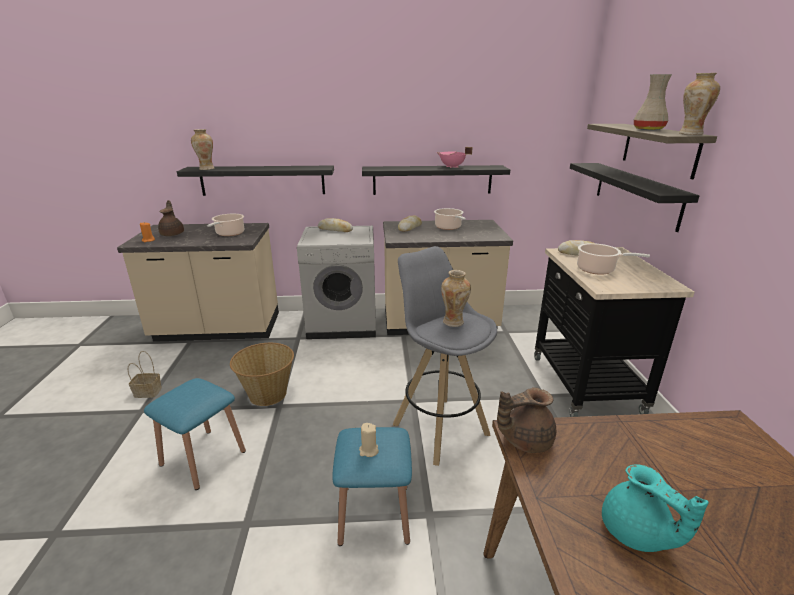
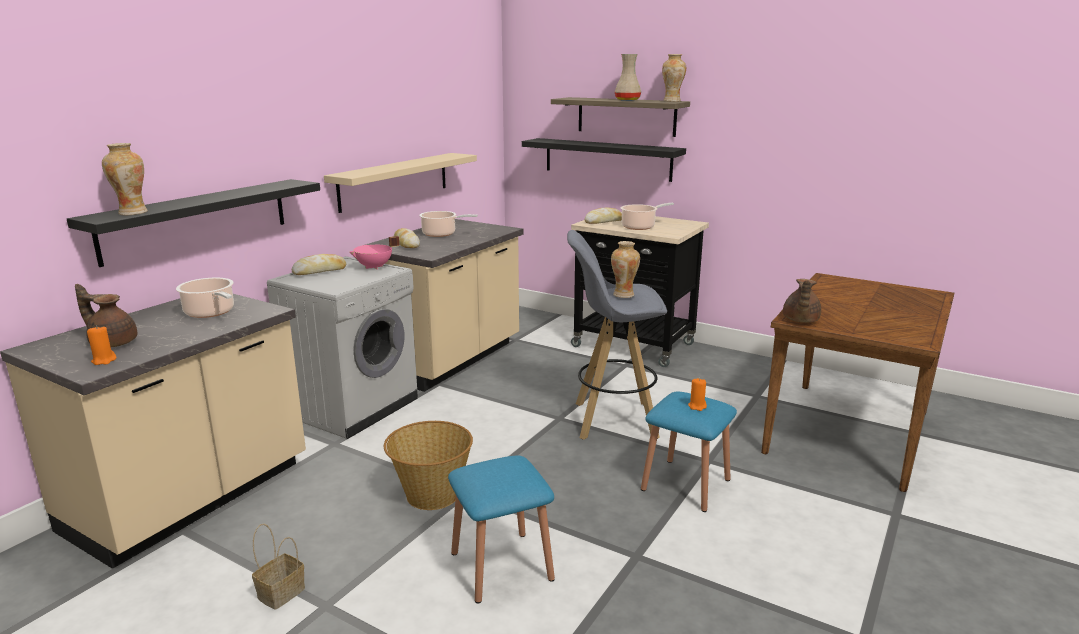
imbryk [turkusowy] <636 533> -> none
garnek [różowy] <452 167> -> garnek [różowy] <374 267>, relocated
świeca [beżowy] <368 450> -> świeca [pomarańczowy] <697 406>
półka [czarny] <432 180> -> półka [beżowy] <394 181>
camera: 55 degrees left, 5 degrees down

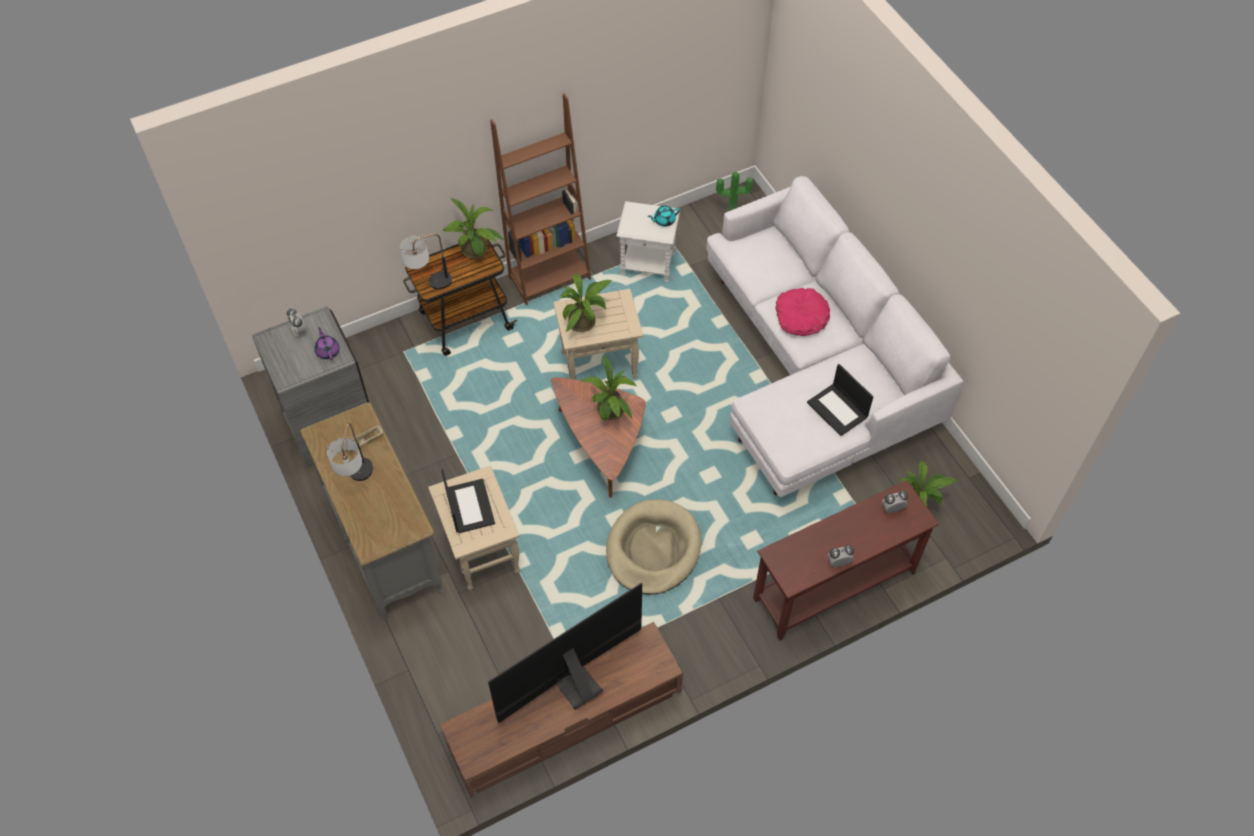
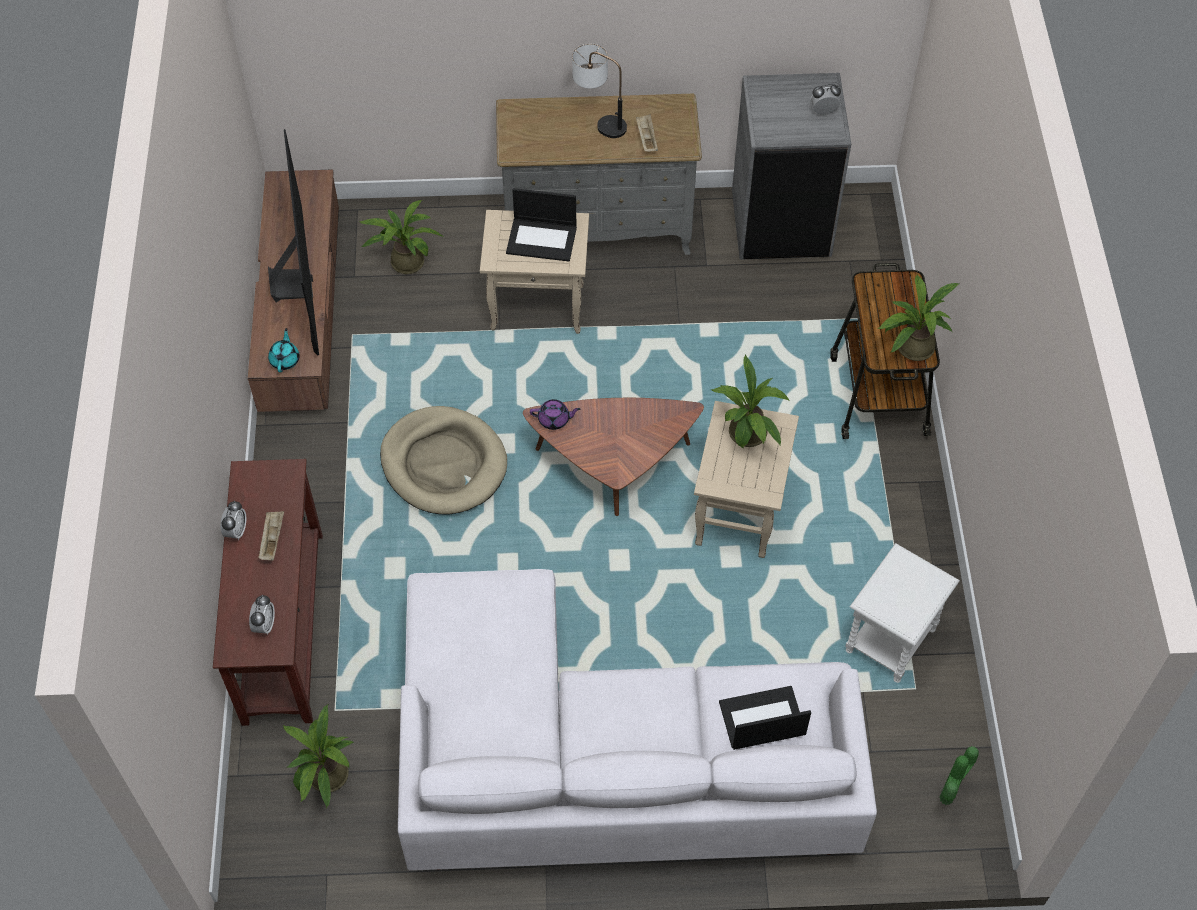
lampa stołowa <429 284> -> none
regał [brązowy] <549 277> -> none
poduszka [różowy] <802 317> -> none
none -> taca [beżowy] <272 539>
imbryk [fioletowy] <328 351> -> imbryk [fioletowy] <554 420>, relocated
roślina doniczkowa <610 413> -> roślina doniczkowa <404 261>, relocated
imbryk [turkusowy] <664 220> -> imbryk [turkusowy] <285 359>, relocated
laptop <838 410> -> laptop <761 720>, relocated
camera: 115 degrees right, 0 degrees up

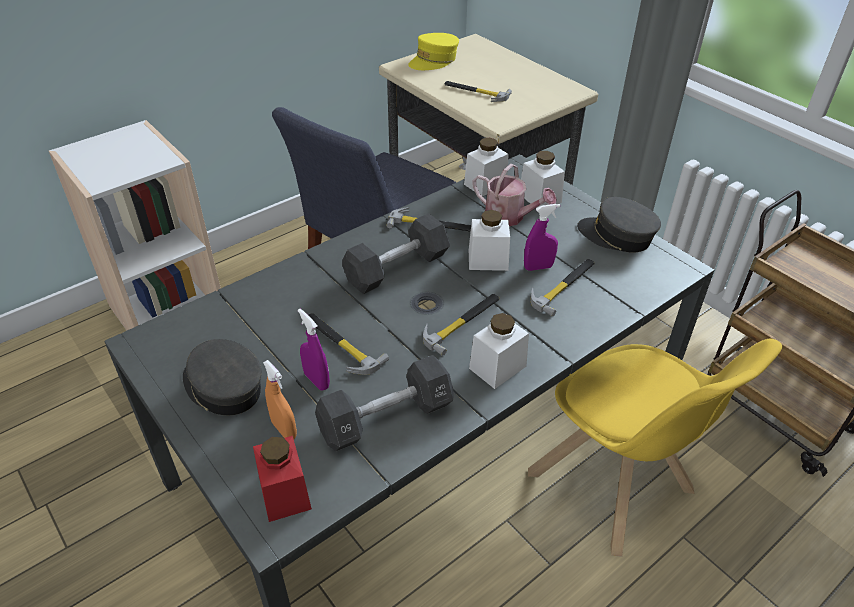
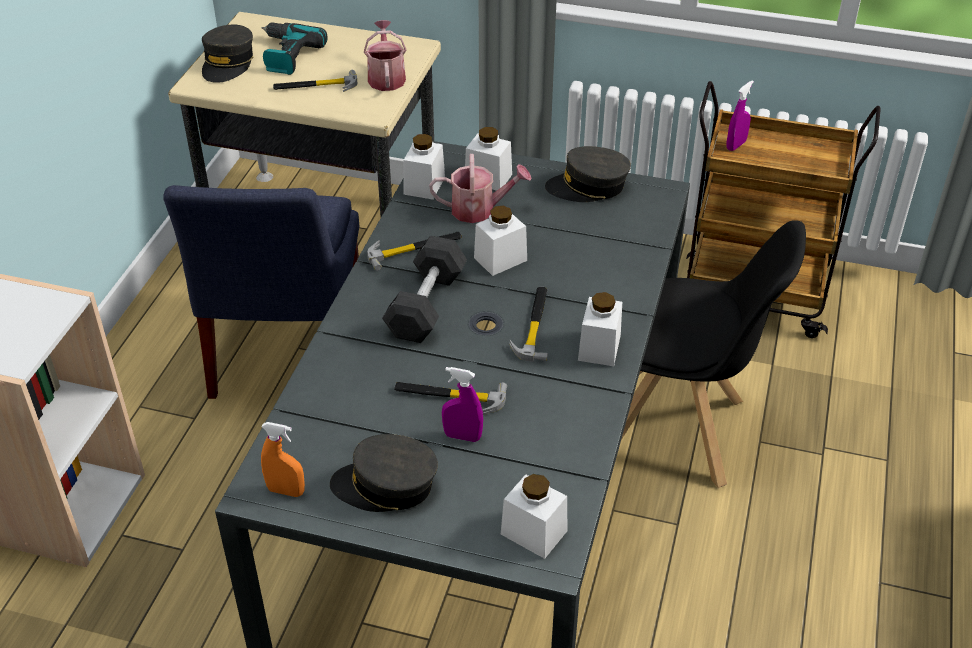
hantel [czarny] <386 418> -> none
młotek <563 286> -> none
none -> wiertarka <286 55>
none -> konewka <386 77>
spryskiwacz [pomarańczowy] <284 430> -> spryskiwacz [pomarańczowy] <286 491>, relocated
spryskiwacz [fioletowy] <538 267> -> spryskiwacz [fioletowy] <736 145>, relocated
słoik [czerwony] <285 493> -> słoik [biały] <534 532>
czapka z daszkiem [żółty] <434 60> -> czapka z daszkiem [szary] <228 63>
krzesło [żółty] <616 487> -> krzesło [czarny] <679 431>
camera: 35 degrees left, 0 degrees up

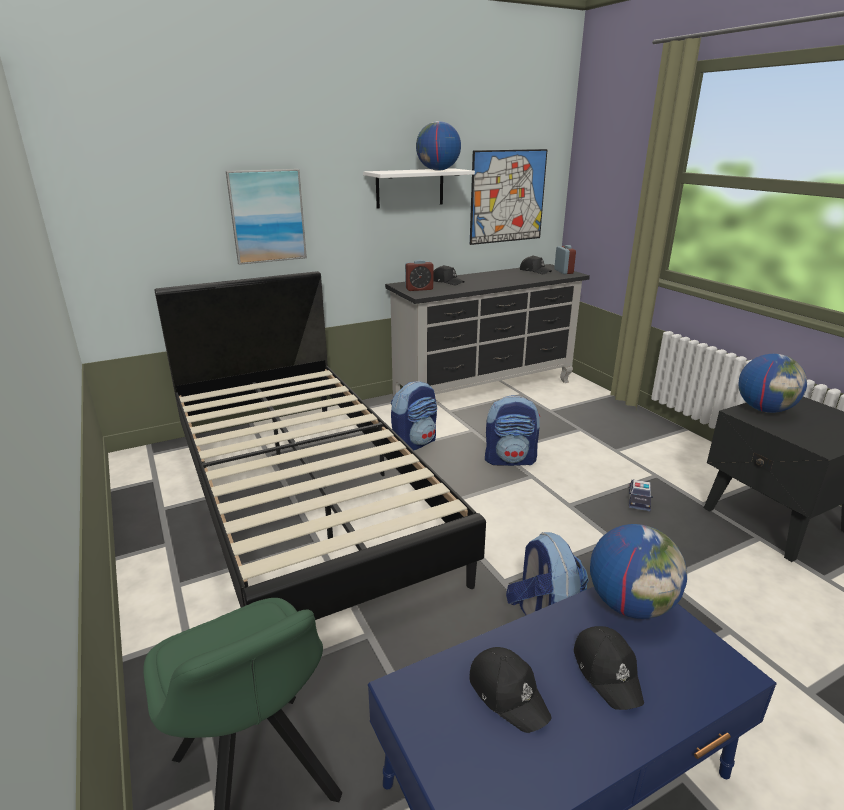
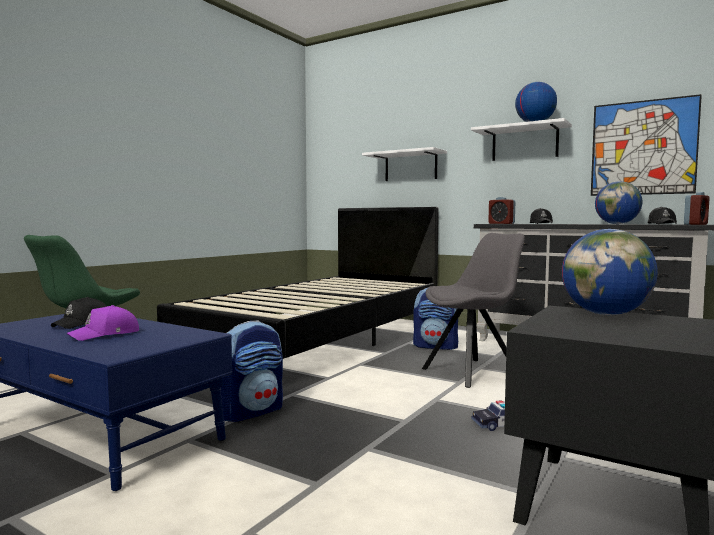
globus <630 604> -> globus <617 224>, relocated
obraz <267 216> -> półka [biały] <410 166>
plecak <510 460> -> krzesło [szary] <472 372>
czapka z daszkiem [czarny] <608 671> -> czapka z daszkiem [fioletowy] <106 334>
camera: 60 degrees right, 20 degrees down

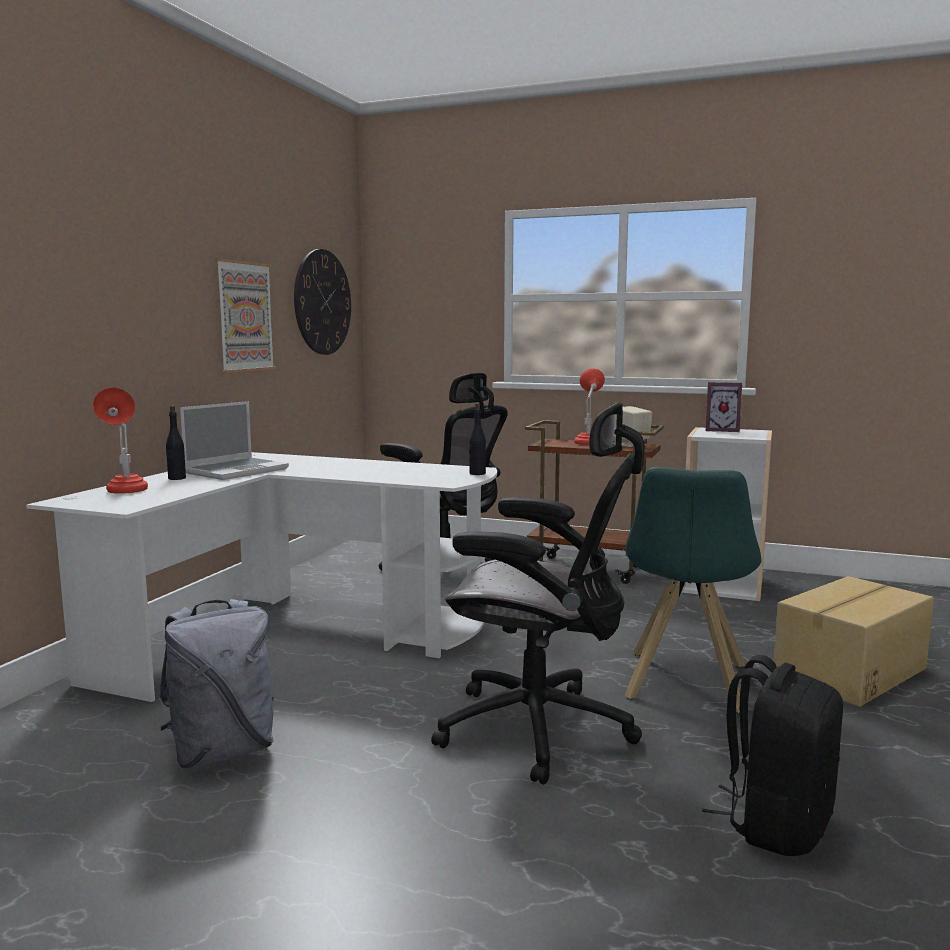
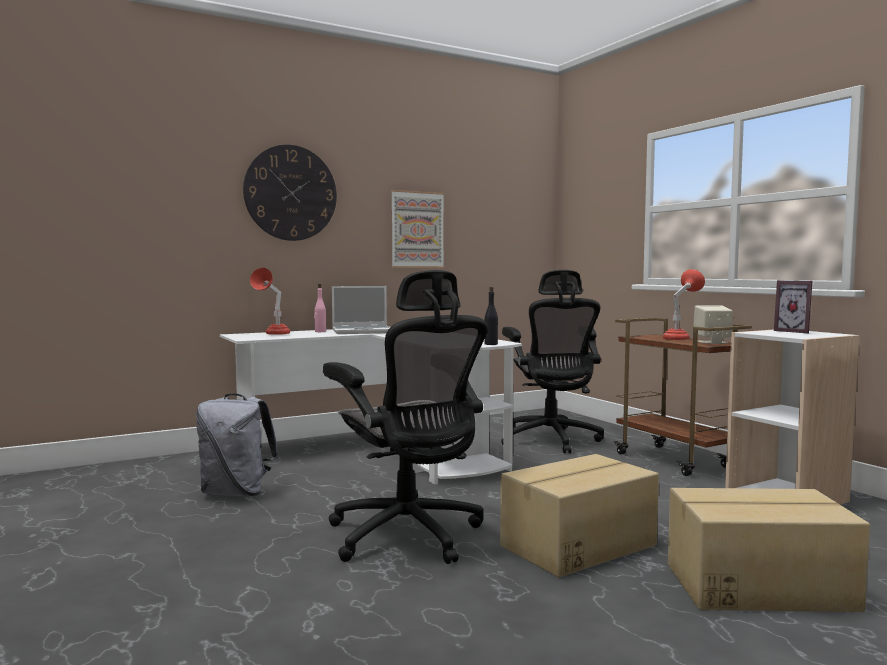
plecak [czarny] <776 824> -> none
zegar ścienny <322 302> -> zegar ścienny <290 193>, relocated
krzesło [turkusowy] <685 681> -> karton <576 545>
butelka [czarny] <176 478> -> butelka [różowy] <320 331>
camera: 40 degrees right, 5 degrees down

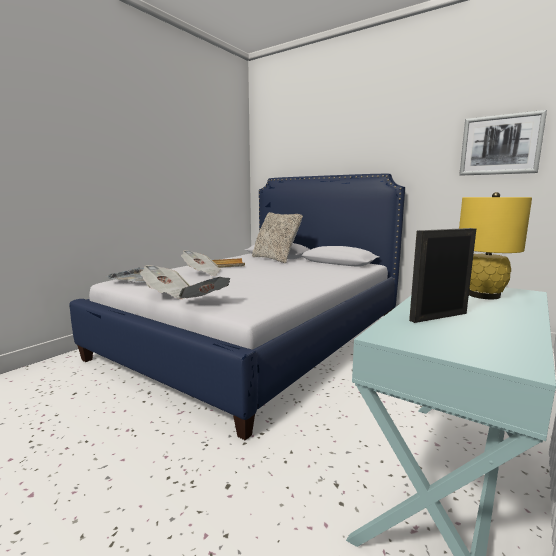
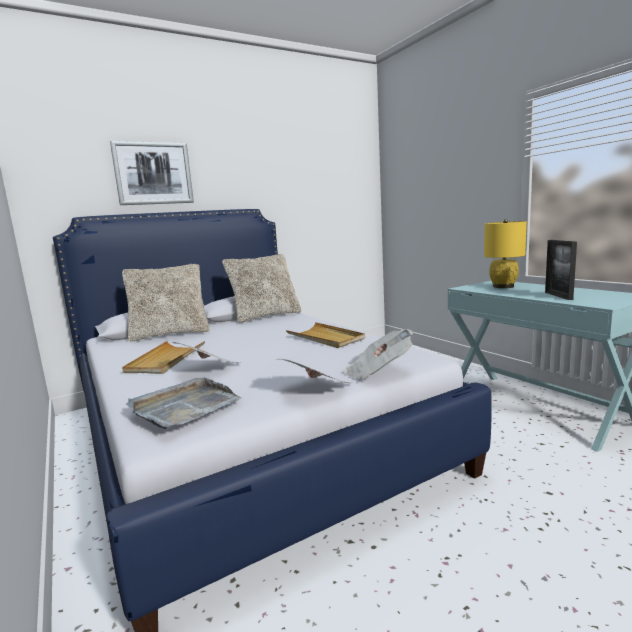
none -> poduszka [beżowy] <265 315>
none -> taca [beżowy] <325 338>
obraz <500 145> -> obraz <153 173>, relocated
camera: 65 degrees left, 0 degrees up

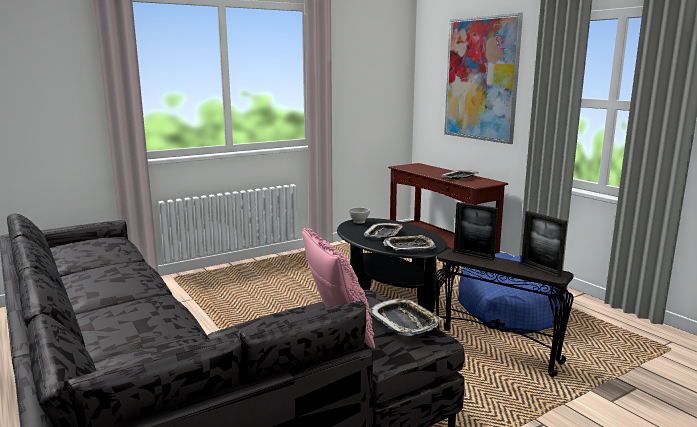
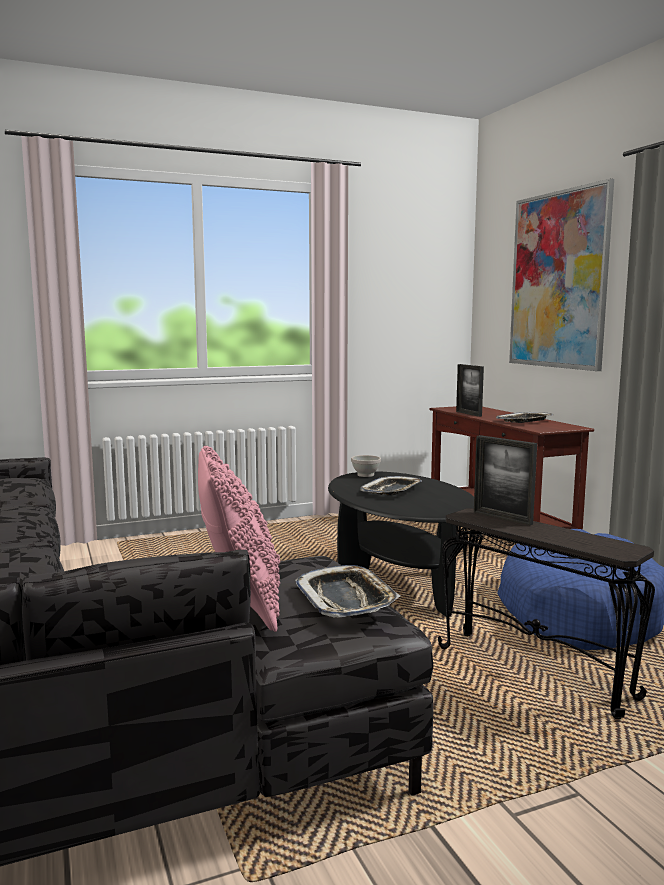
taca <409 247> -> none
ramka na zdjęcie <540 269> -> ramka na zdjęcie <468 414>, relocated
camera: 10 degrees right, 5 degrees down

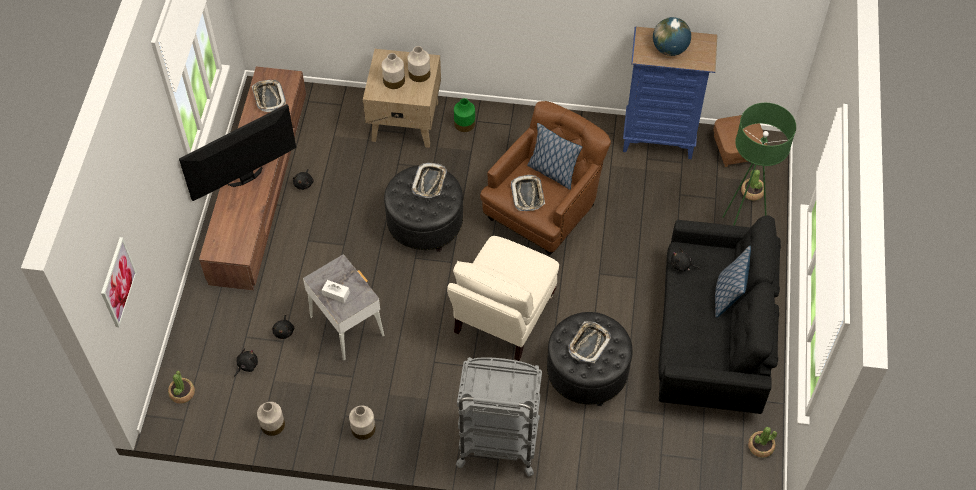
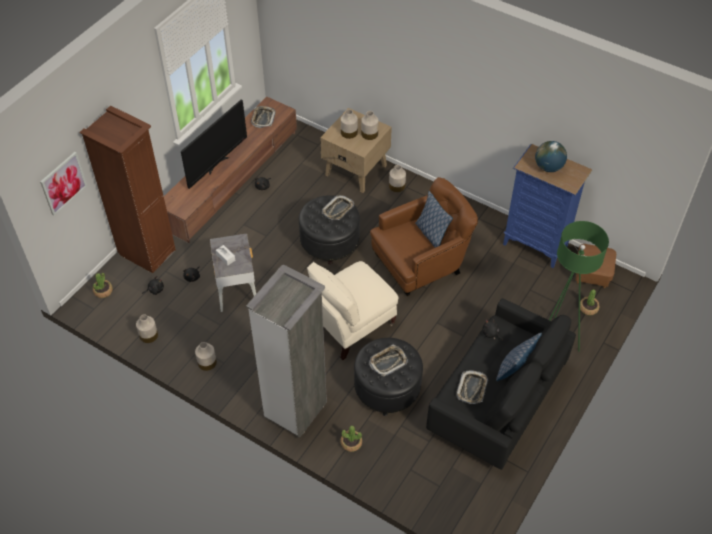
none -> szafka [brązowy] <147 252>
taca <528 195> -> taca <472 389>, relocated
roślina doniczkowa <760 446> -> roślina doniczkowa <351 443>, relocated
wózek [szary] <499 441> -> szafka [szary] <296 410>
wazon [zielony] <464 124> -> wazon [beżowy] <396 186>
telewizor <246 178> -> telewizor <217 164>, 135 degrees clockwise
camera: 25 degrees right, 5 degrees down

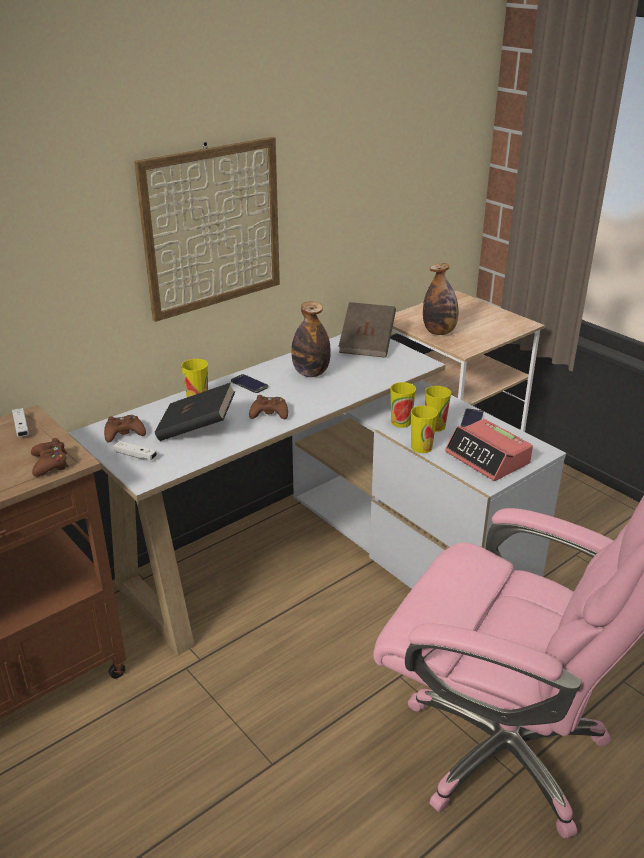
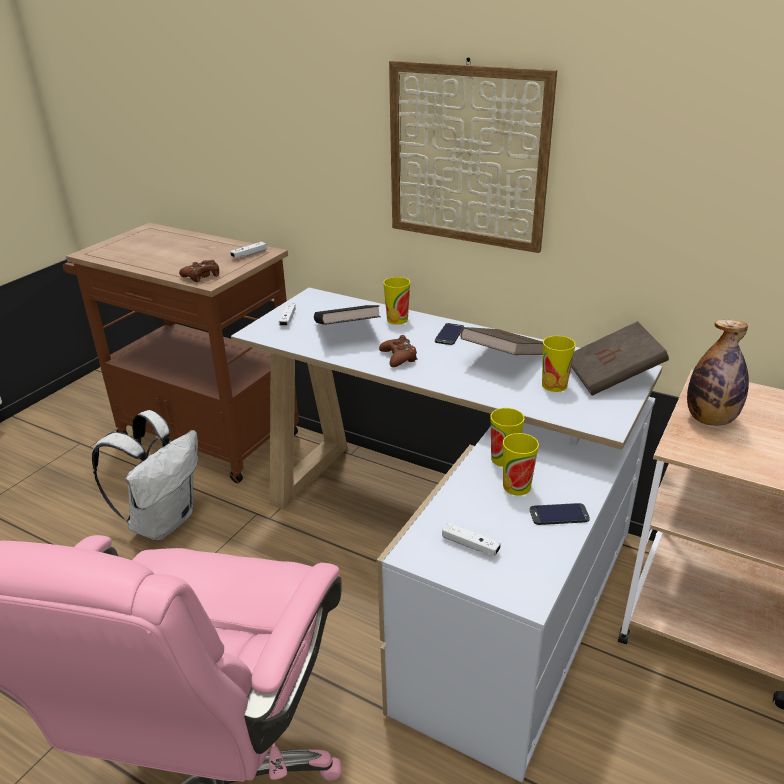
pad do gier [brązowy] <124 434> -> none
none -> plecak [biały] <163 521>
filiżanka <421 447> -> filiżanka <554 385>, relocated
butelka <311 373> -> książka [brązowy] <503 359>
budzik <488 458> -> pad do gier [biały] <470 545>
camera: 70 degrees right, 0 degrees up

